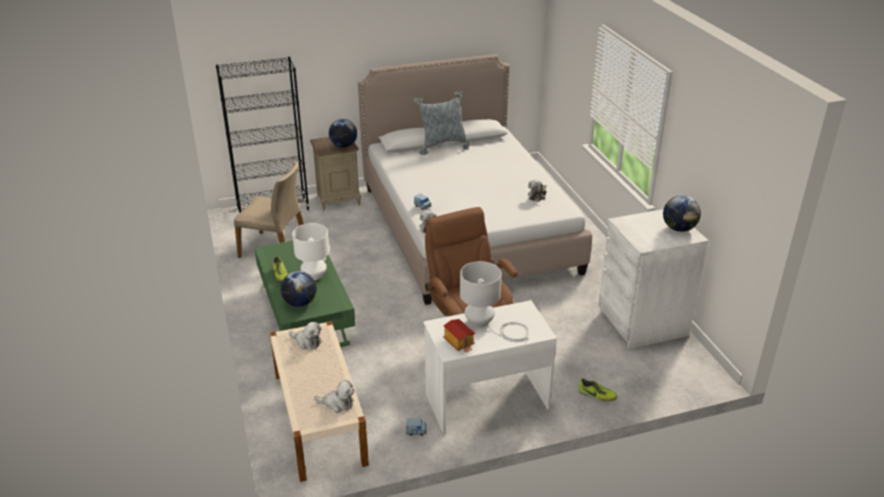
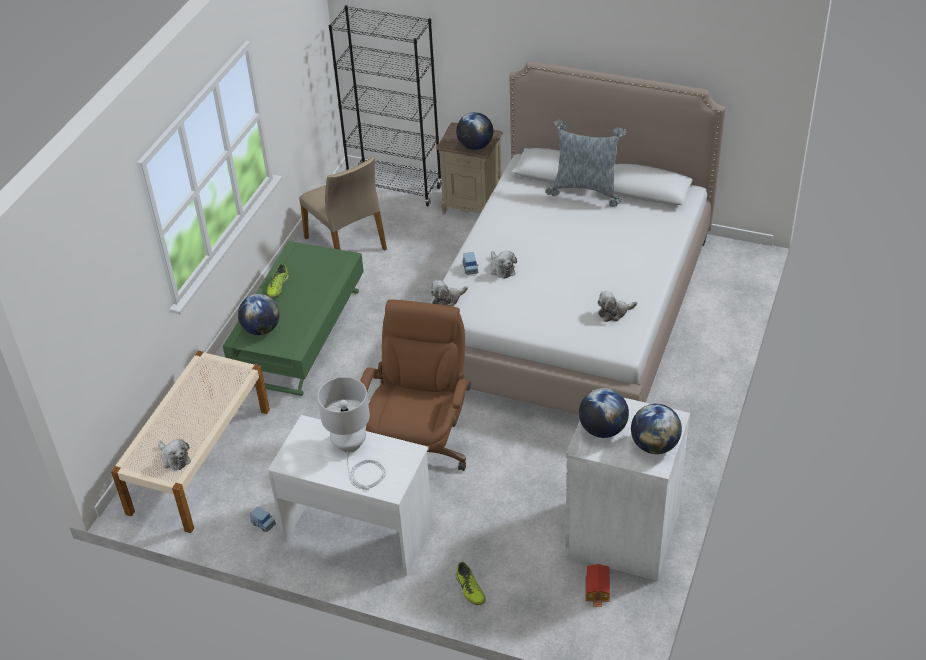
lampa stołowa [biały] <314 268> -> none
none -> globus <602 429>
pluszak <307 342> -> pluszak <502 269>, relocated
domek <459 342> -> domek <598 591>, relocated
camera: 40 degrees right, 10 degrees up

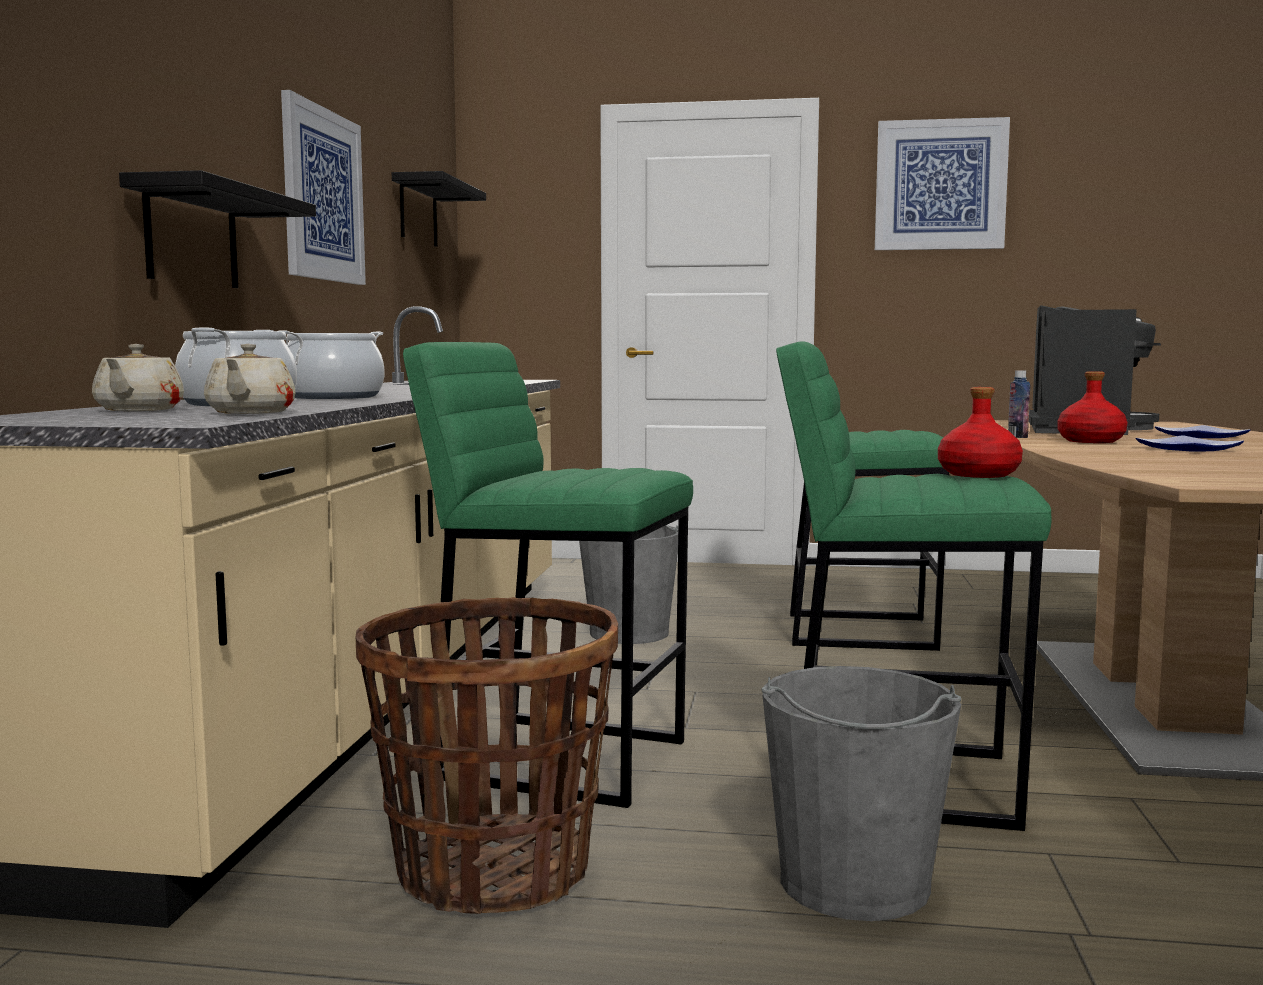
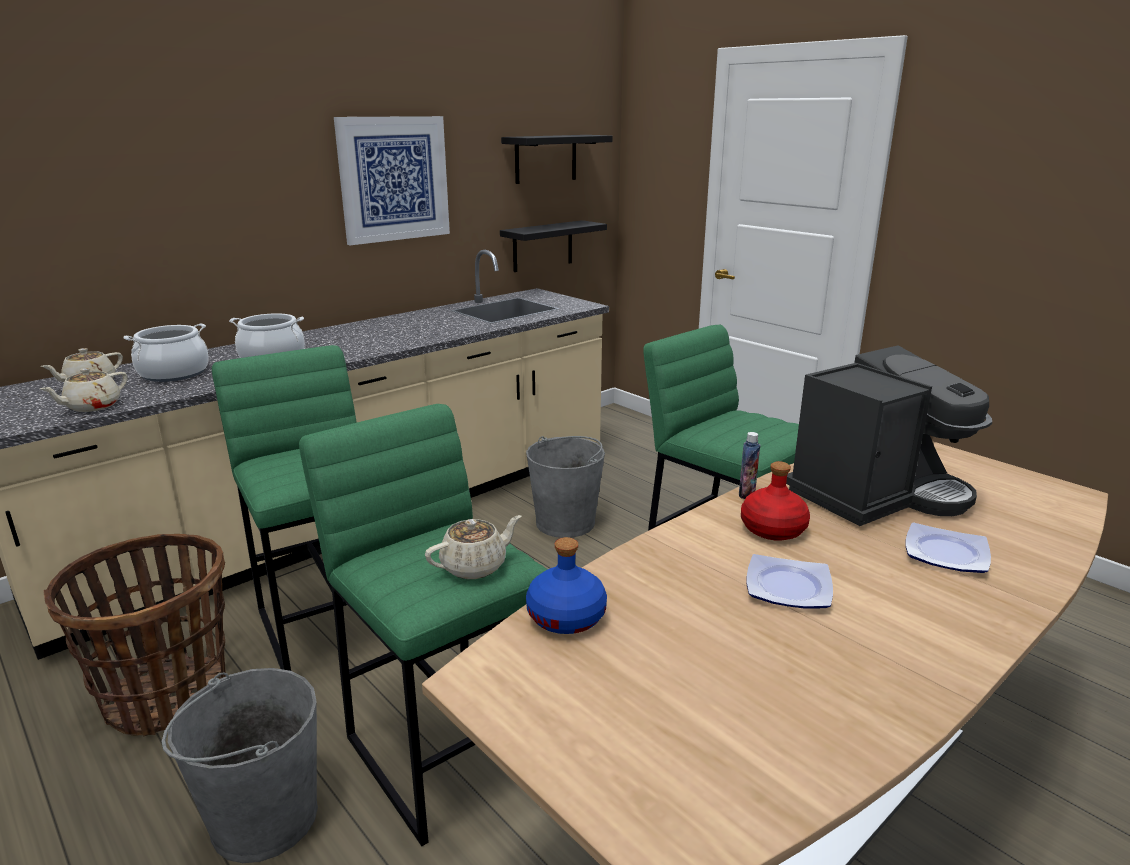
obraz <940 185> -> none
none -> butelka [niebieski] <567 616>
półka [czarny] <192 237> -> półka [czarny] <542 246>, relocated
butelka [czerwony] <979 474> -> imbryk [beżowy] <475 566>
camera: 40 degrees right, 15 degrees up

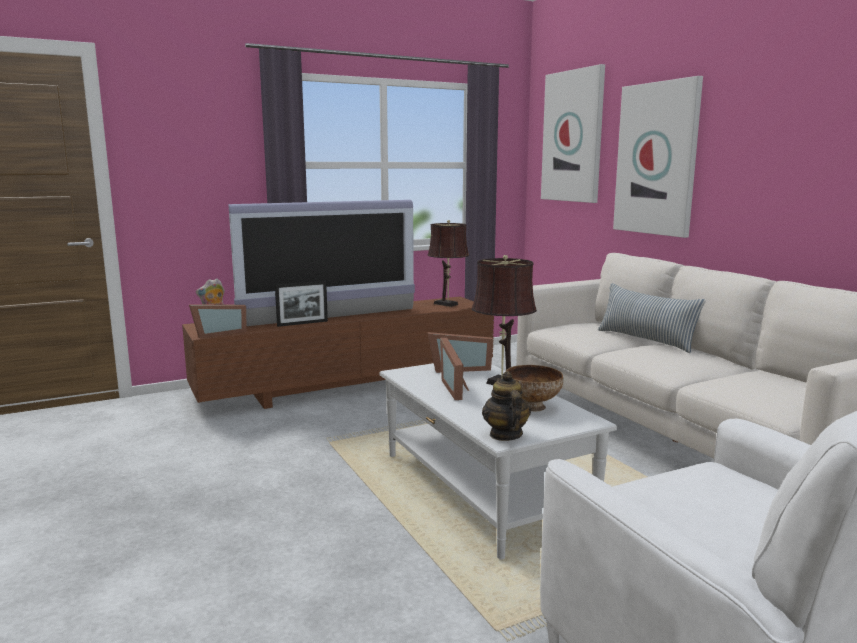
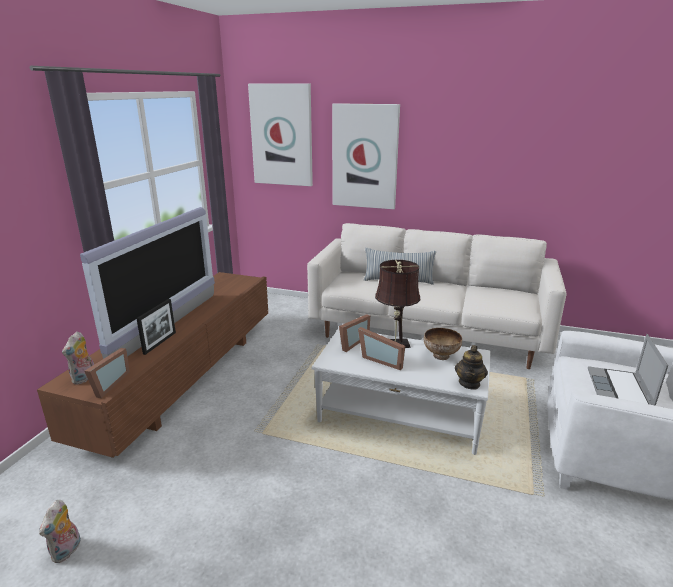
lampa stołowa [brązowy] <447 304> -> none
none -> pluszak <67 551>
none -> laptop <620 390>
imbryk <505 435> -> imbryk <469 383>, 105 degrees counterclockwise
camera: 45 degrees left, 10 degrees up

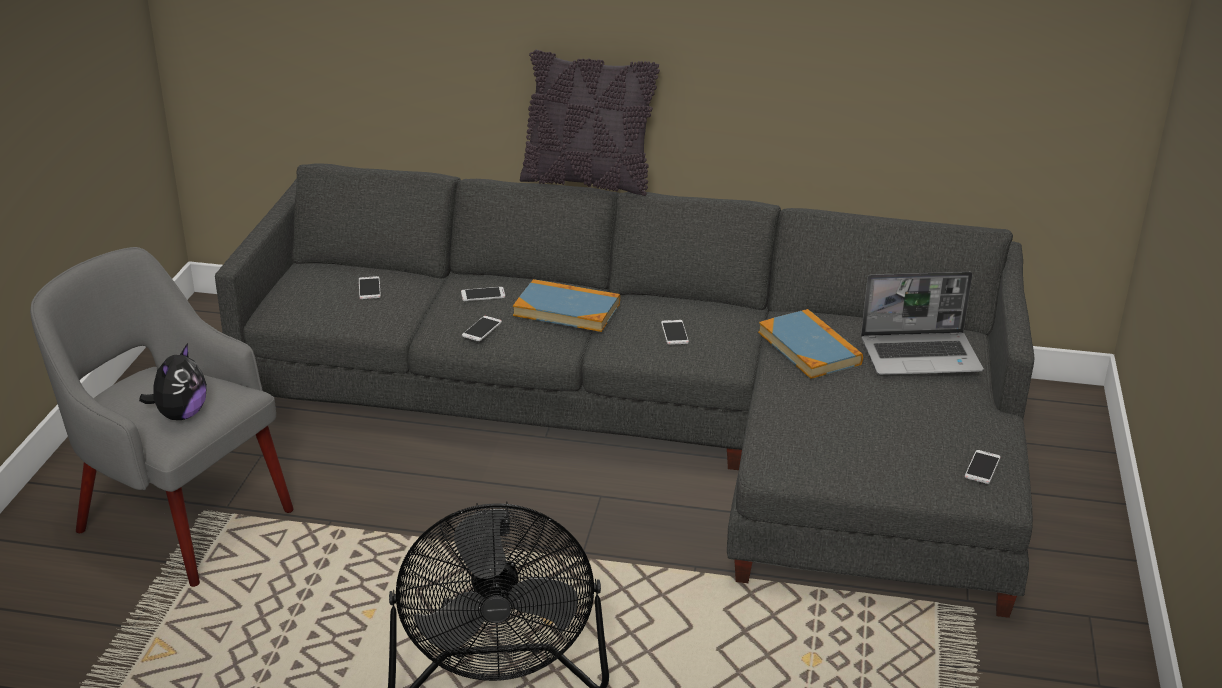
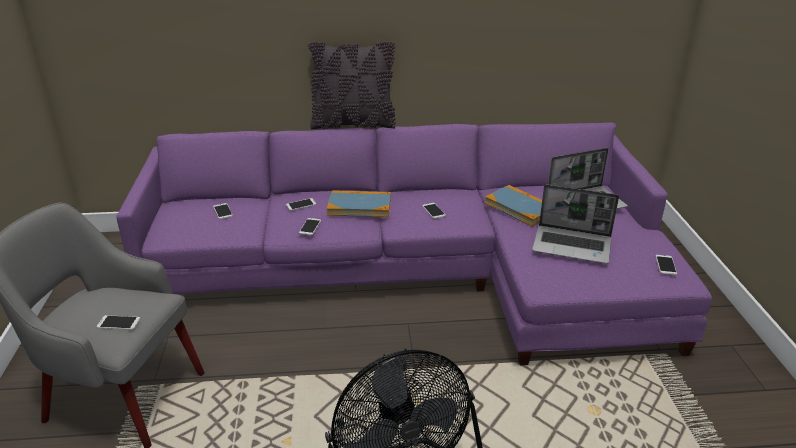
none -> laptop <573 245>
pluszak <180 415> -> telefon <119 323>
kanapa [szary] <664 424> -> kanapa [fioletowy] <425 269>
camera: 15 degrees left, 0 degrees up

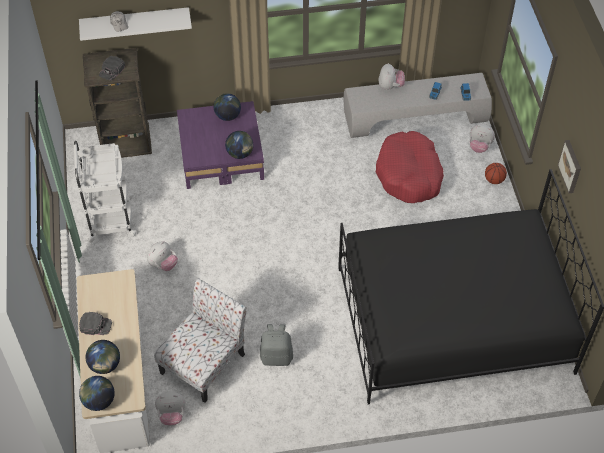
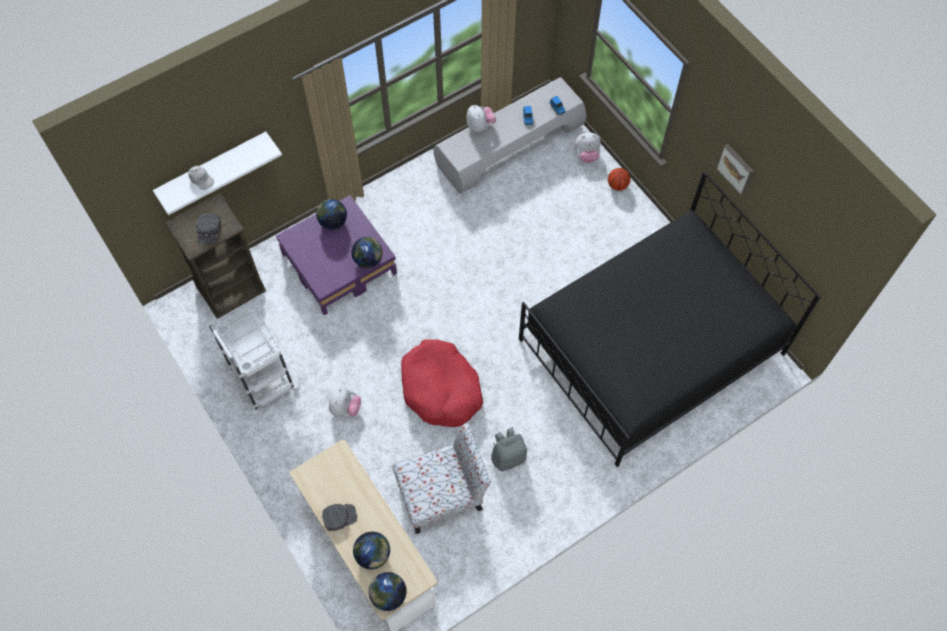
pluszak <171 415> -> none
legowisko [czerwony] <409 174> -> legowisko [czerwony] <441 389>, relocated
krzesło <204 362> -> krzesło <442 493>, 60 degrees clockwise
camera: 25 degrees left, 10 degrees up

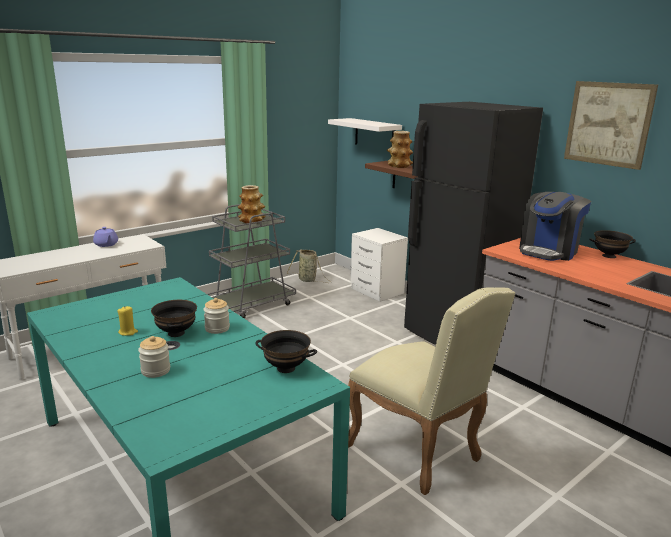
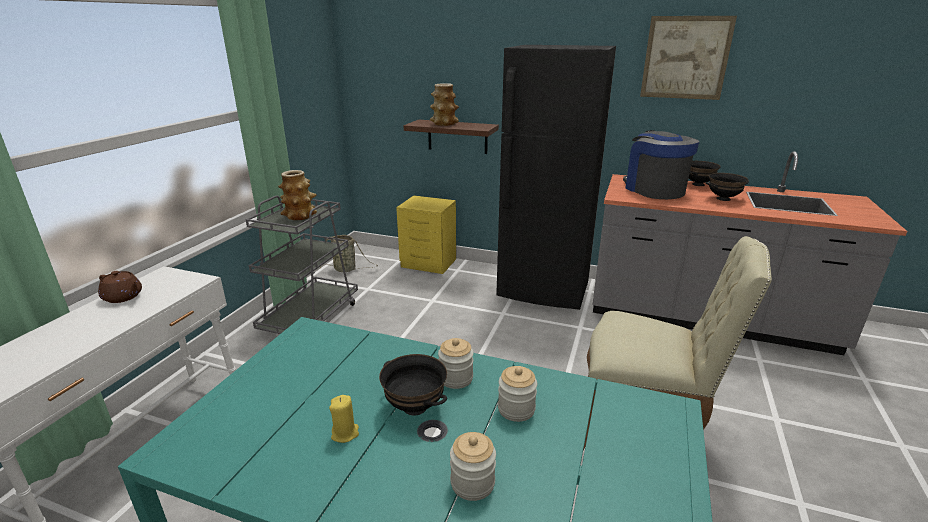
półka [biały] <374 134> -> none
none -> słoik <516 409>
miska [czarny] <285 368> -> miska [czarny] <723 199>, relocated
imbryk [fioletowy] <106 245> -> imbryk [brązowy] <123 297>
szafka nocna [biały] <377 291> -> szafka nocna [żółty] <429 263>
ekspres do kawy <549 251> -> ekspres do kawy <654 190>, 150 degrees clockwise
camera: 30 degrees left, 5 degrees up

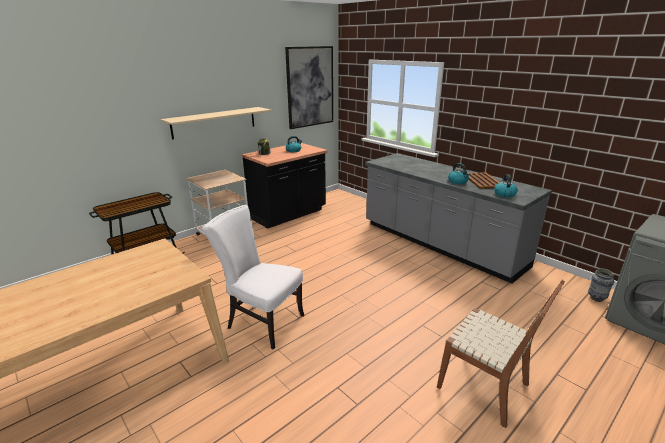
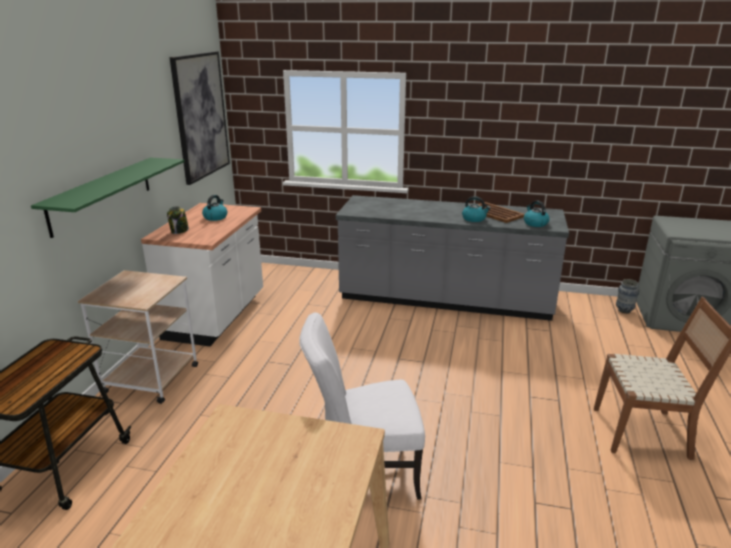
półka [beżowy] <214 122> -> półka [zielony] <102 194>
zabudowa kuchenna [czarny] <288 215> -> zabudowa kuchenna [biały] <217 317>
camera: 35 degrees left, 0 degrees up

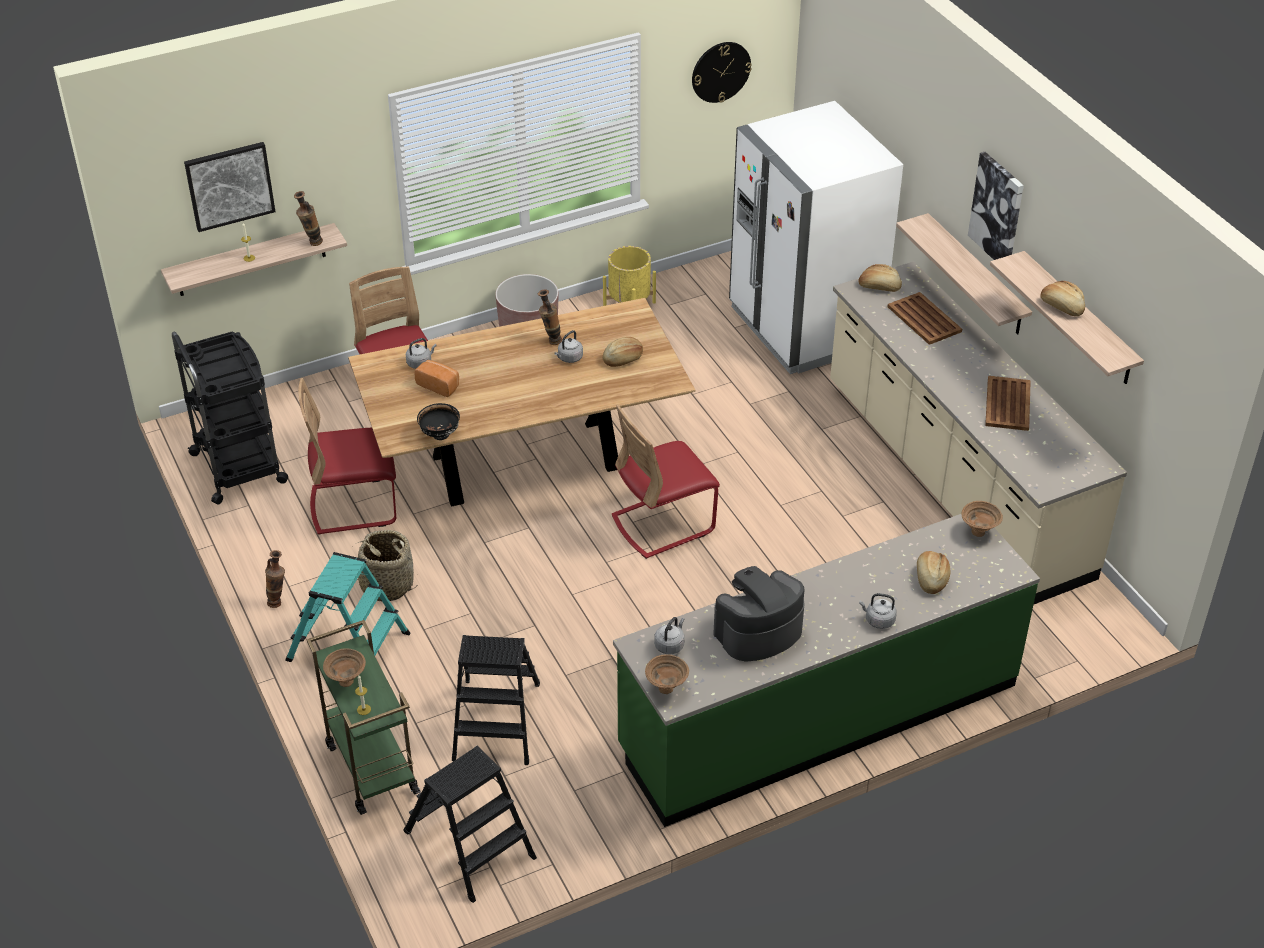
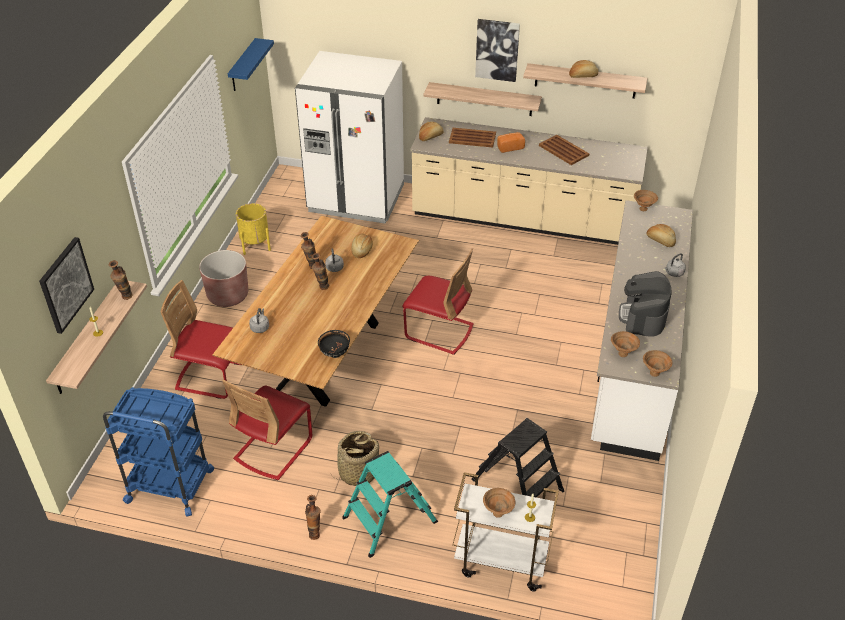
drabinka [czarny] <469 844> -> none
none -> wazon <321 288>
chleb <439 385> -> chleb <509 147>, relocated
czajnik [szary] <670 645> -> miska [brązowy] <622 353>
zegar ścienny <720 71> -> półka [niebieski] <243 66>
wózek [czarny] <239 468> -> wózek [niebieski] <170 485>
wózek [zielony] <371 766> -> wózek [biały] <500 564>
zabudowa kuchenna [zielony] <818 716> -> zabudowa kuchenna [biały] <634 358>
krzesło [czerwony] <663 523> -> krzesło [czerwony] <439 331>, 75 degrees counterclockwise
camera: 50 degrees left, 0 degrees up

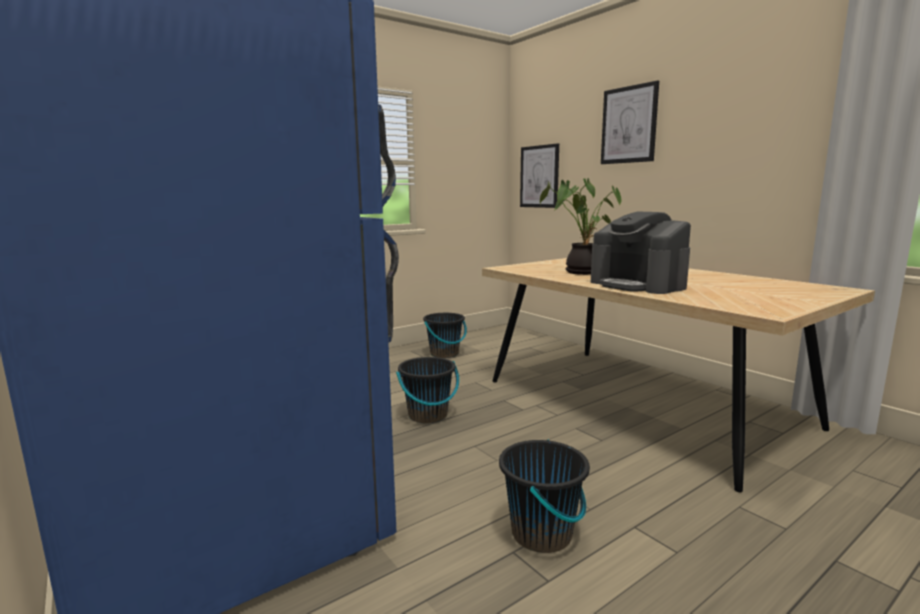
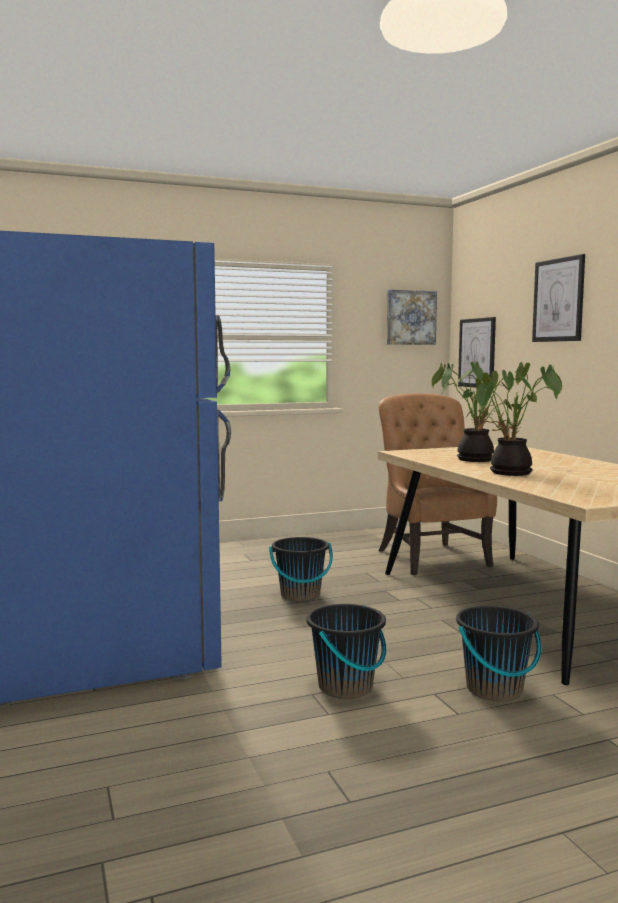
none -> krzesło [brązowy] <431 558>
none -> obraz <410 317>
wiadro [czarny] <444 354> -> wiadro [czarny] <494 689>, relocated
ekspres do kawy <638 285> -> roślina doniczkowa <510 473>
camera: 15 degrees right, 5 degrees down

